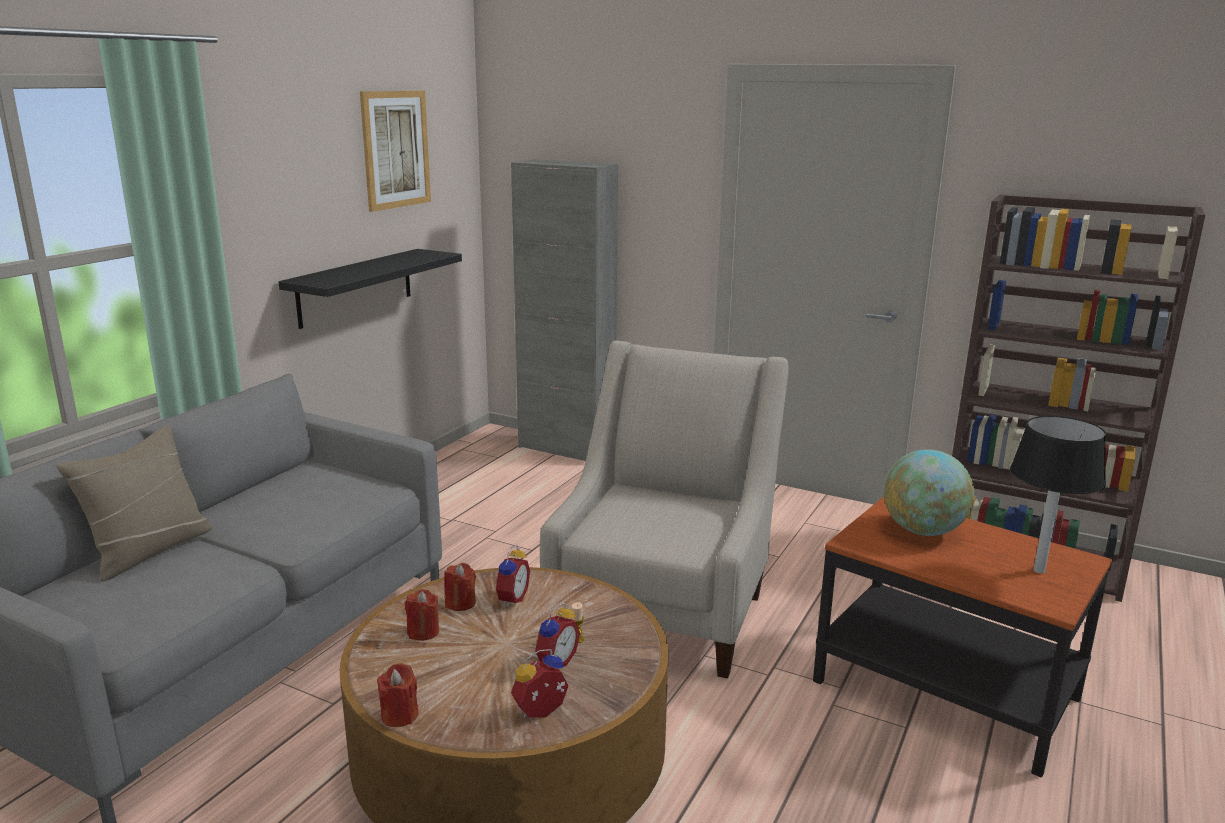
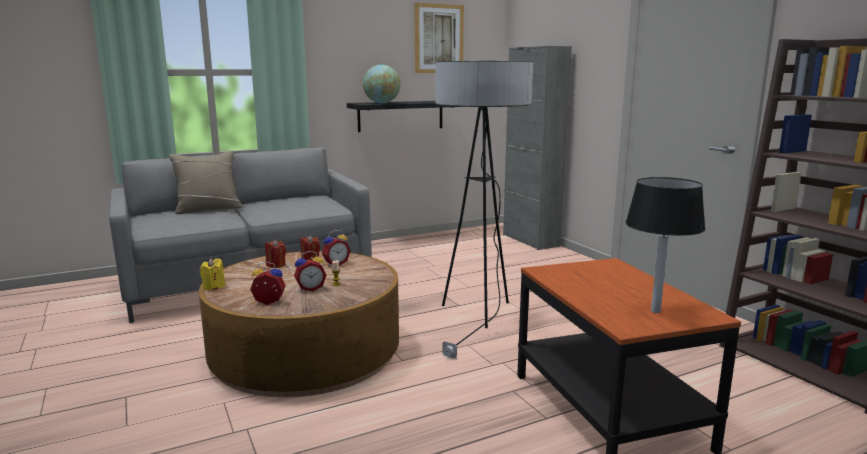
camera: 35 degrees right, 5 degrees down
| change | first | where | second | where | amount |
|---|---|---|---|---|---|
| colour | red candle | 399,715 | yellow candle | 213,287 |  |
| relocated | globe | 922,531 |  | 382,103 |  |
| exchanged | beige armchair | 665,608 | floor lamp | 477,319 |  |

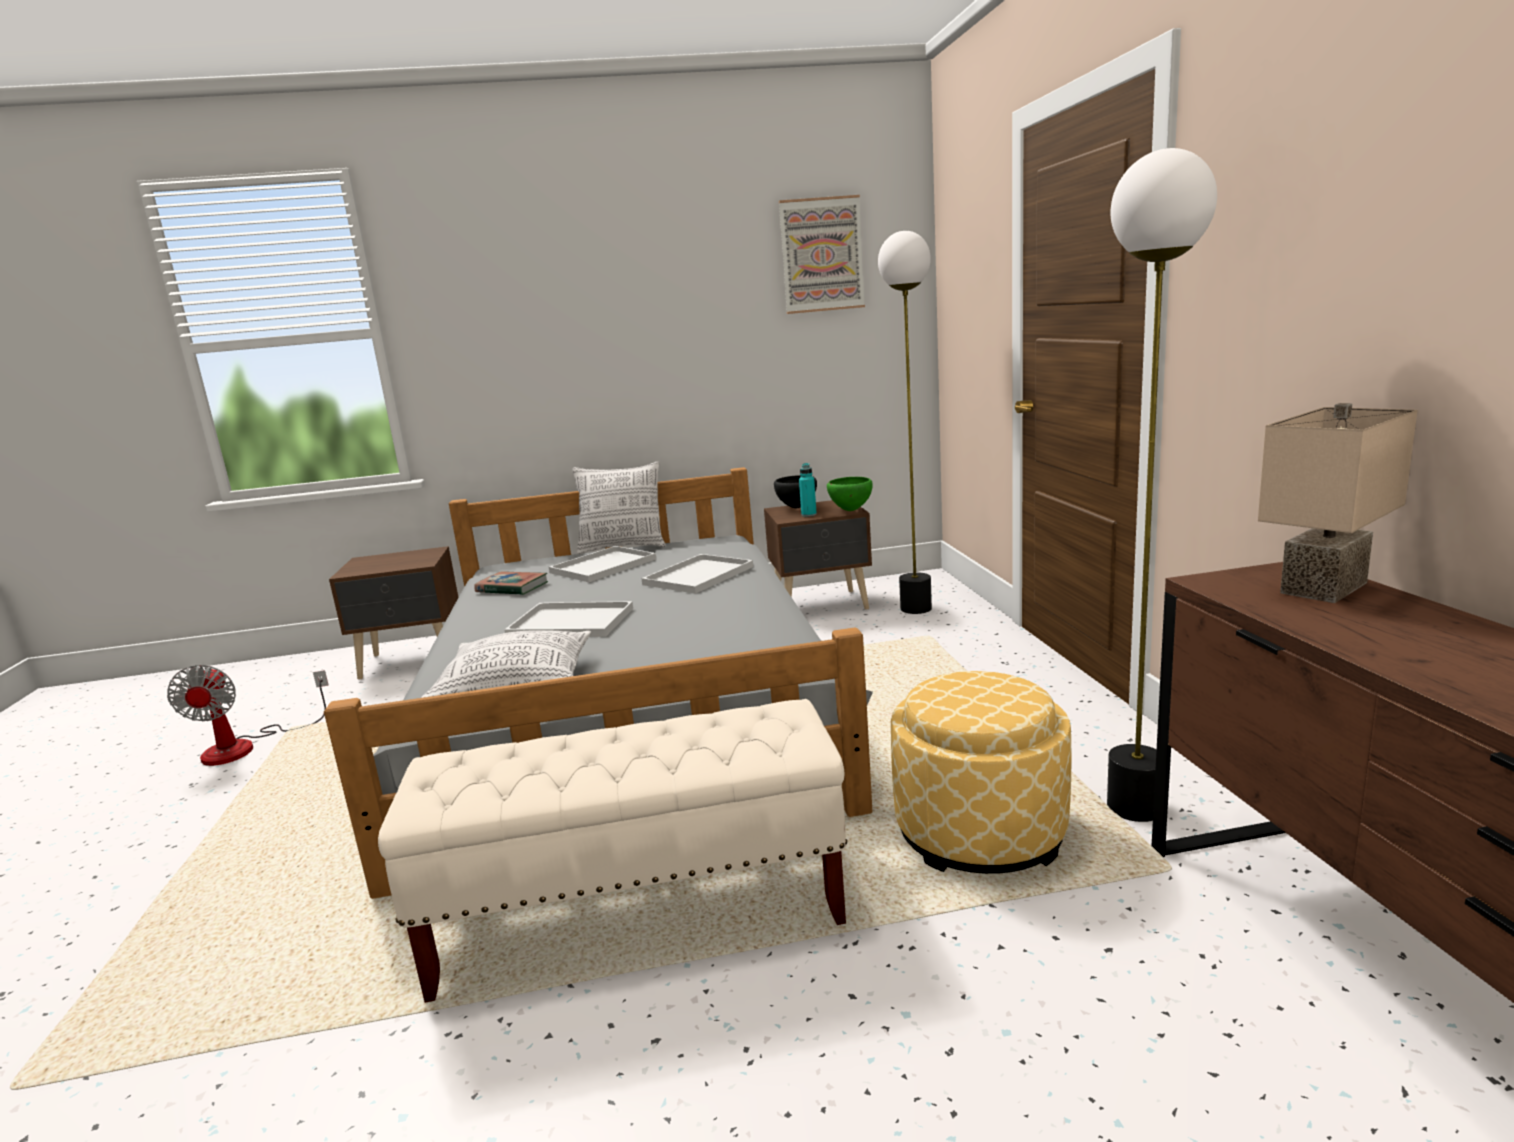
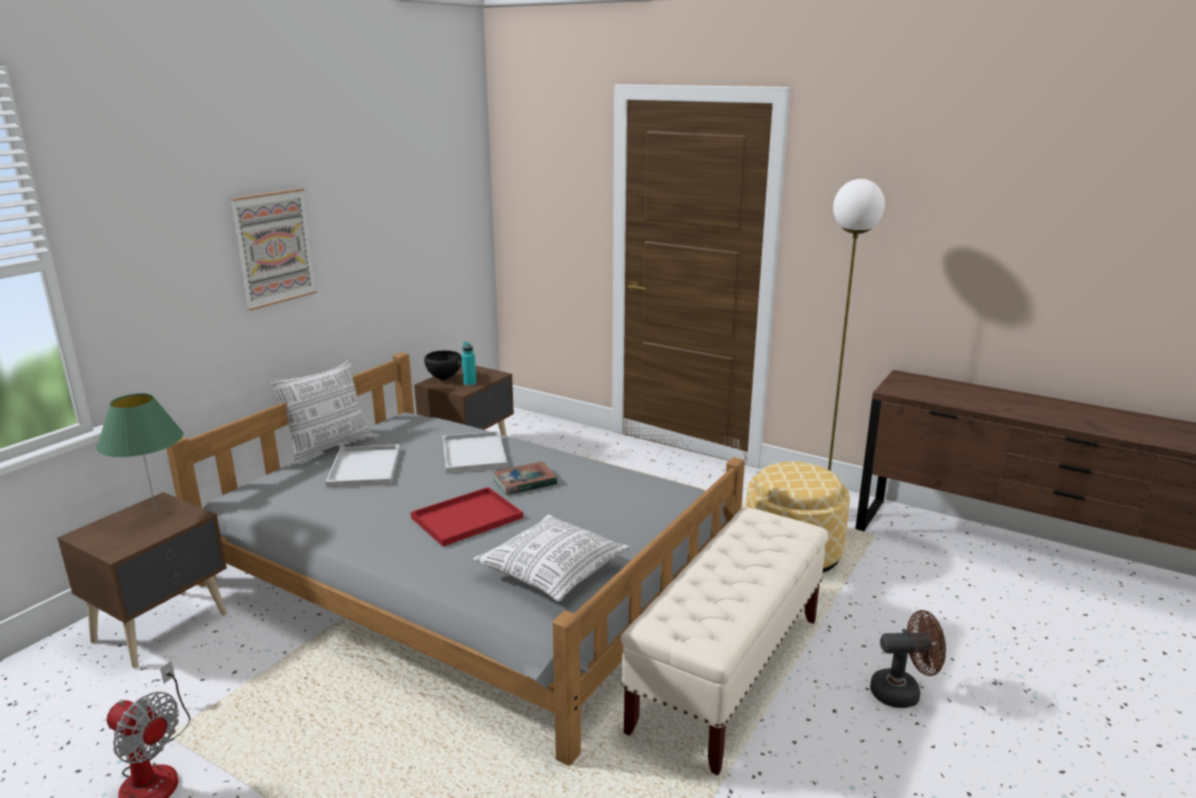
camera: 50 degrees left, 5 degrees up
| change | first | where | second | where | amount |
|---|---|---|---|---|---|
| appeared |  |  | green table lamp | 156,511 |  |
| relocated | picture | 822,255 |  | 273,248 |  |
| colour | white tray | 574,622 | red tray | 468,517 |  |
| relocated | book | 512,588 |  | 525,482 |  |
| appeared |  |  | brown fan | 902,692 |  |
| missing | green bowl | 850,510 |  |  |  |
| missing | floor lamp | 915,609 |  |  |  |
| missing | beige table lamp | 1319,587 |  |  |  |

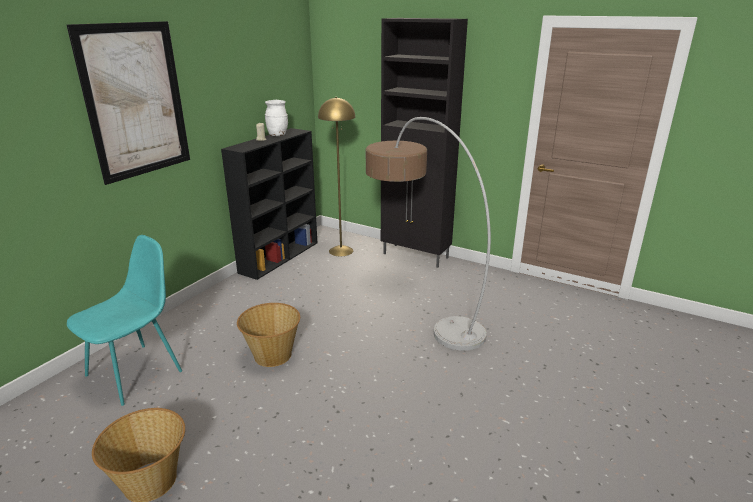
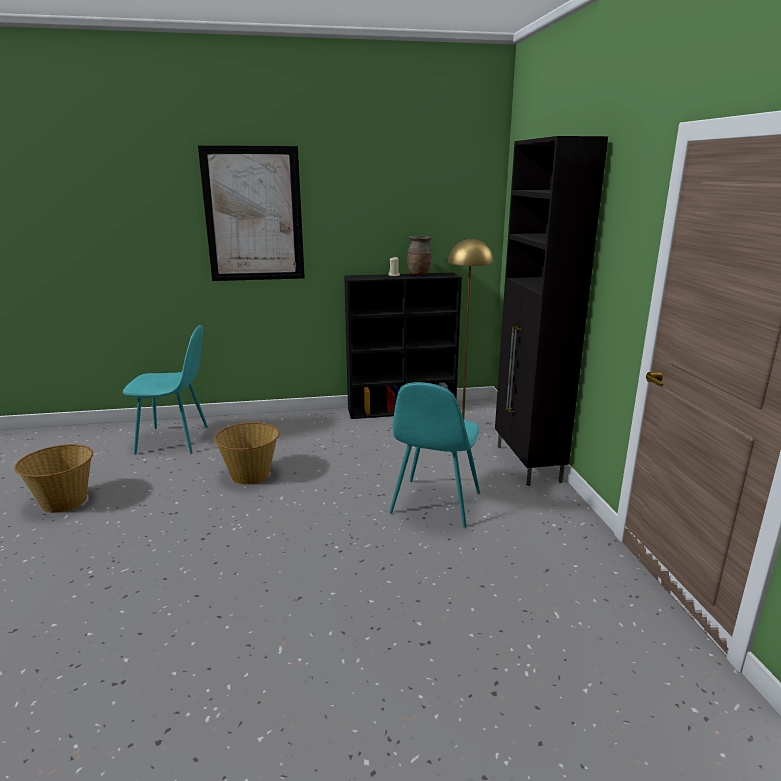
camera: 50 degrees right, 5 degrees down
| change | first | where | second | where | amount |
|---|---|---|---|---|---|
| exchanged | floor lamp | 418,302 | turquoise chair | 434,504 |  |
| colour | white vase | 278,135 | brown vase | 419,275 |  |

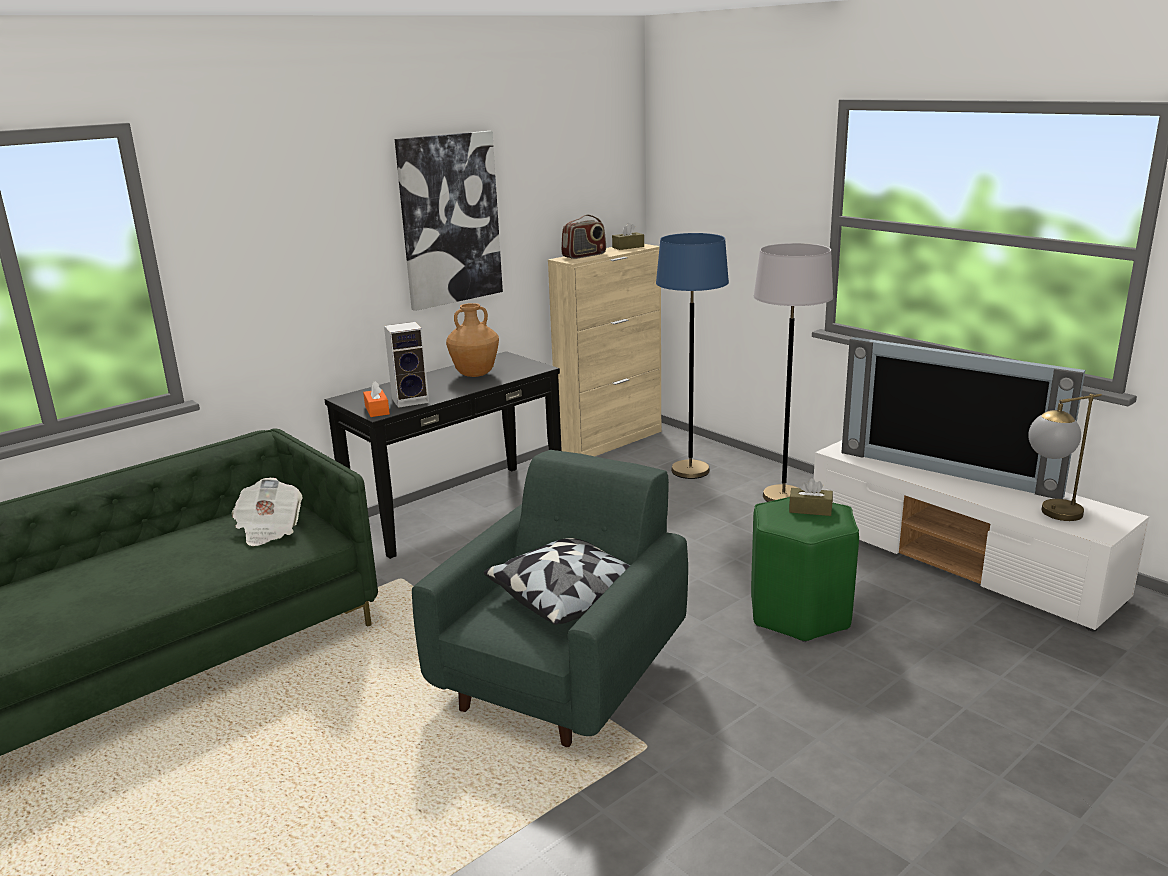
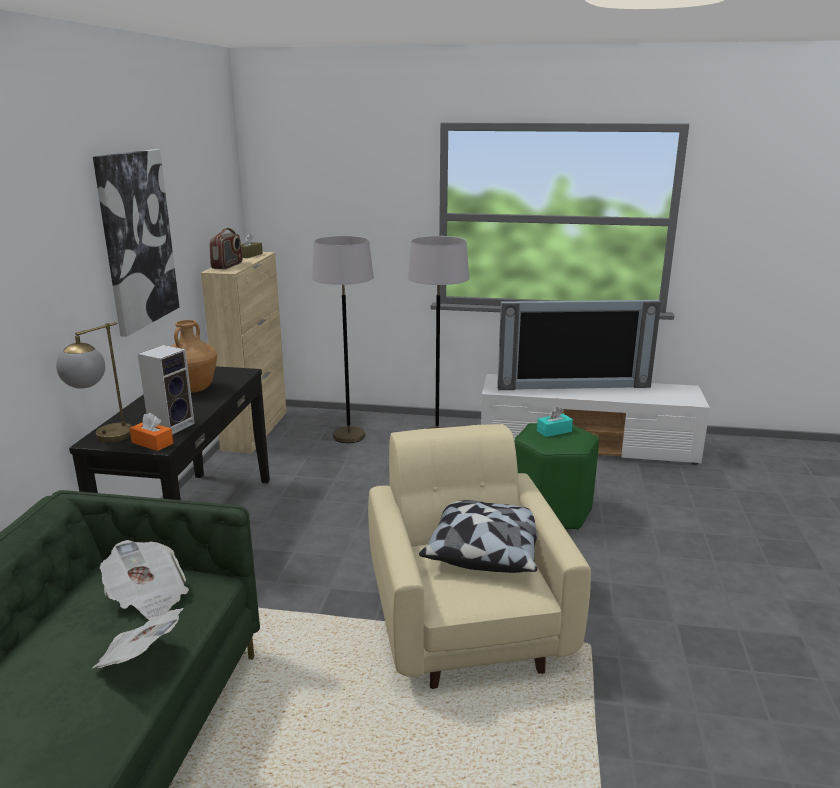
camera: 40 degrees left, 0 degrees up
| change | first | where | second | where | amount |
|---|---|---|---|---|---|
| relocated | table lamp | 1050,515 |  | 103,440 |  |
| appeared |  |  | newspaper | 141,657 |  |
| colour | blue floor lamp | 690,471 | grey floor lamp | 349,436 |  |
| colour | green armchair | 563,675 | beige armchair | 467,622 |  |
| colour | brown tissue box | 810,509 | turquoise tissue box | 554,431 |  |

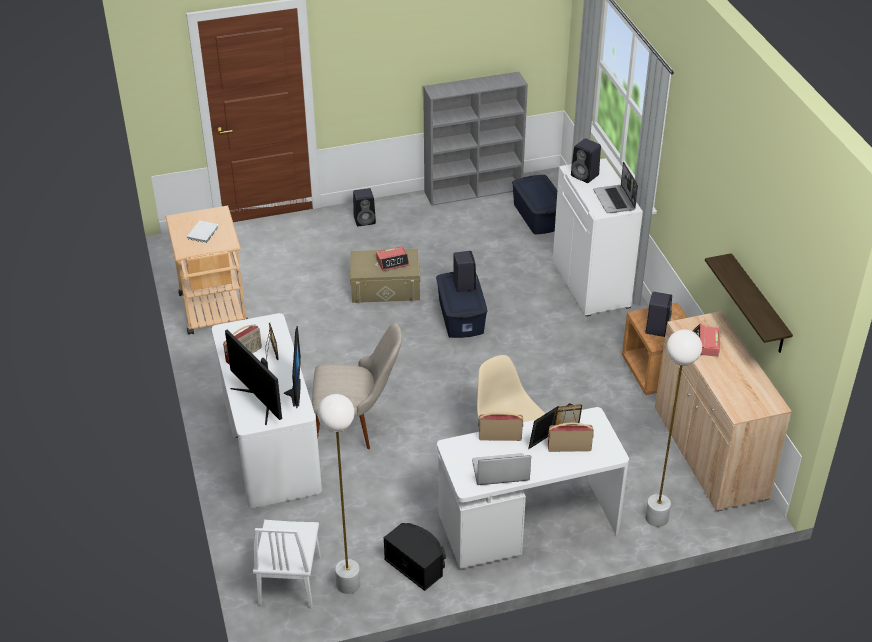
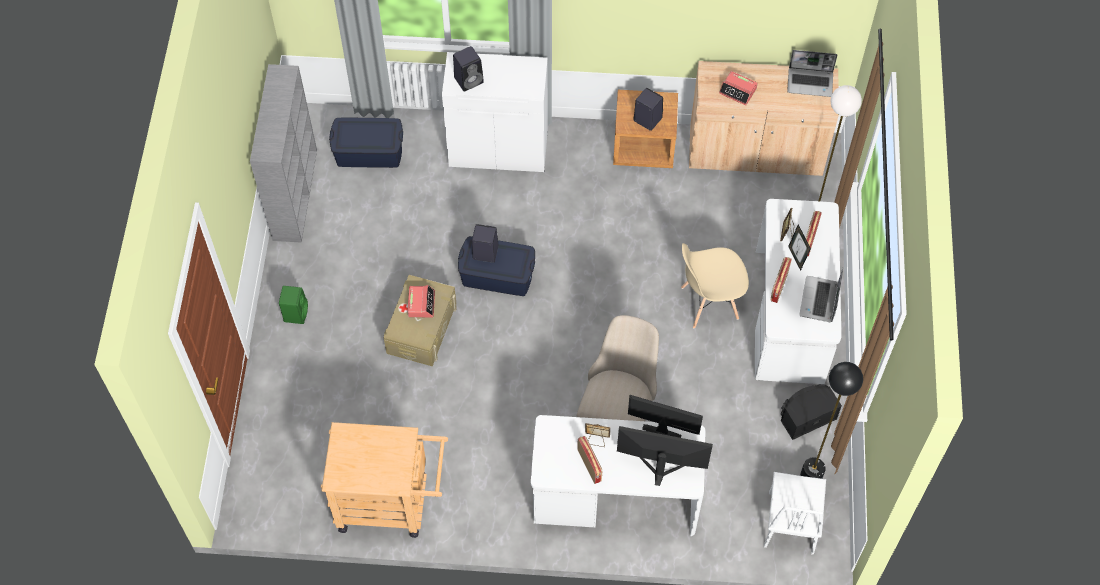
camera: 70 degrees left, 20 degrees up
| change | first | where | second | where | amount |
|---|---|---|---|---|---|
| colour | black speaker | 365,220 | green speaker | 295,312 |  |
| spun | monitor | 260,400 |  | 660,466 | 150 degrees counterclockwise |
| spun | white chair | 290,579 |  | 791,522 | 75 degrees clockwise |
| relocated | laptop | 615,200 |  | 810,82 |  |
| colour | white floor lamp | 348,584 | black floor lamp | 811,476 |  |
| missing | white book | 204,232 |  |  |  |
| missing | shelf | 758,305 |  |  |  |

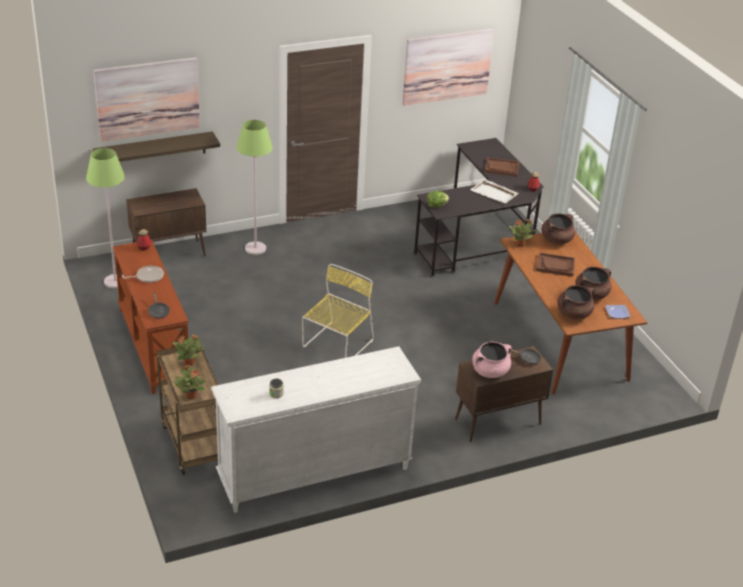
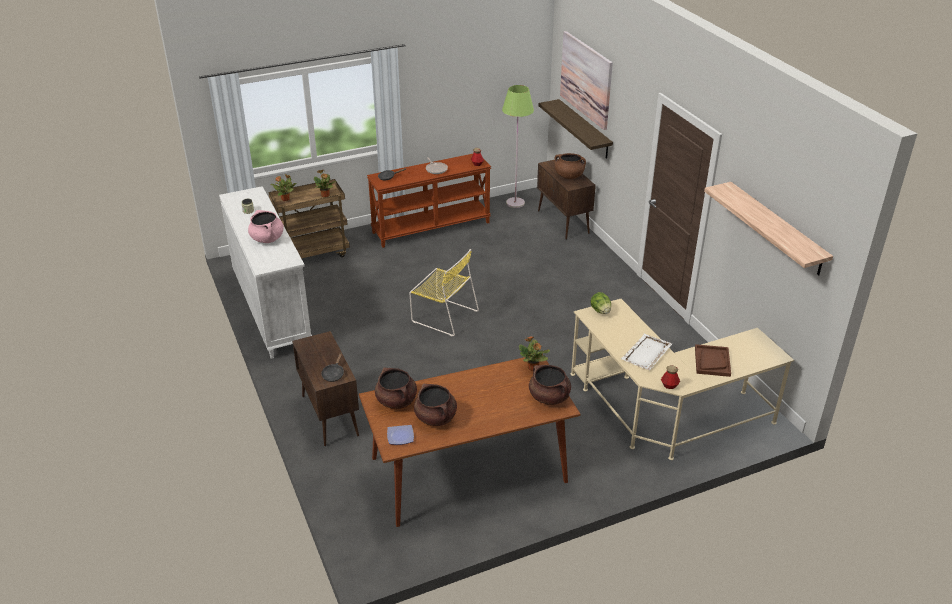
camera: 90 degrees right, 0 degrees up
| change | first | where | second | where | amount |
|---|---|---|---|---|---|
| relocated | pink cooking pot | 490,371 |  | 267,239 |  |
| appeared |  |  | brown cooking pot | 569,176 |  |
| colour | black desk | 480,238 | beige desk | 665,412 |  |
| exchanged | picture | 447,66 | shelf | 776,228 |  |
| missing | green floor lamp | 255,248 |  |  |  |
| missing | brown tray | 555,265 |  |  |  |

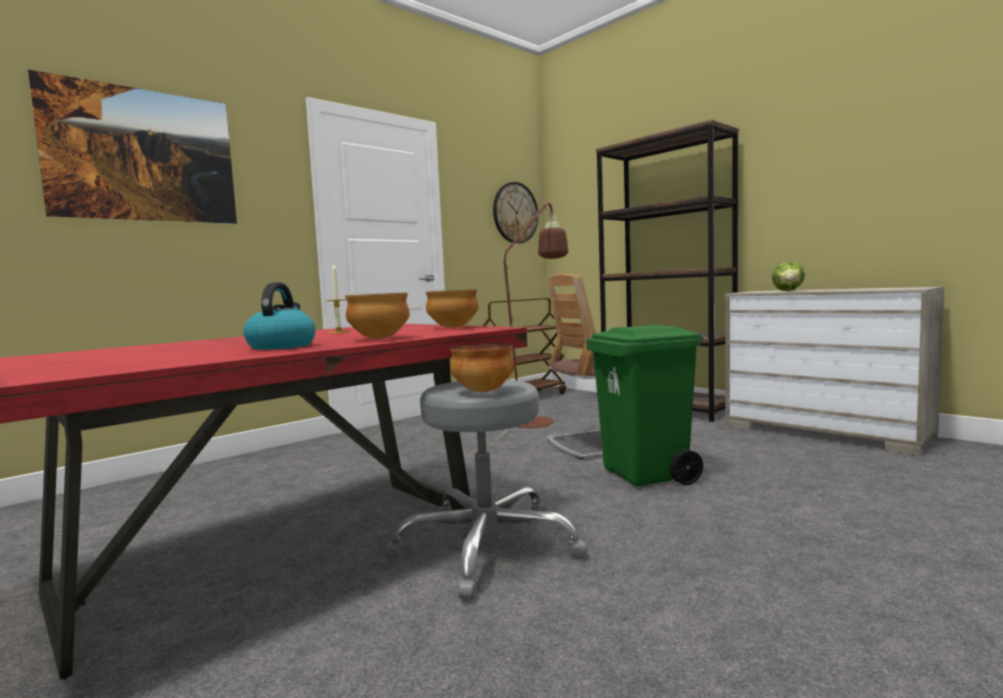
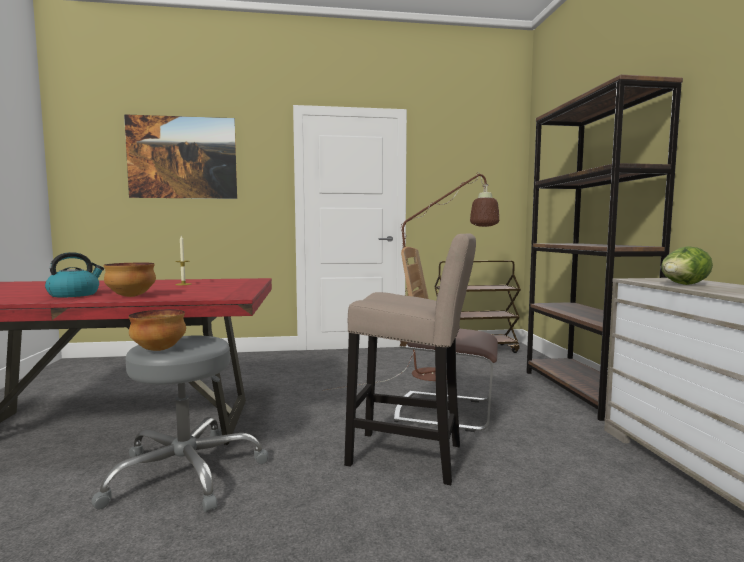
camera: 35 degrees right, 0 degrees up
| change | first | where | second | where | amount |
|---|---|---|---|---|---|
| exchanged | green trash can | 646,475 | beige stool | 412,457 |  |
| missing | bowl | 452,328 |  |  |  |
| missing | wall clock | 515,213 |  |  |  |

